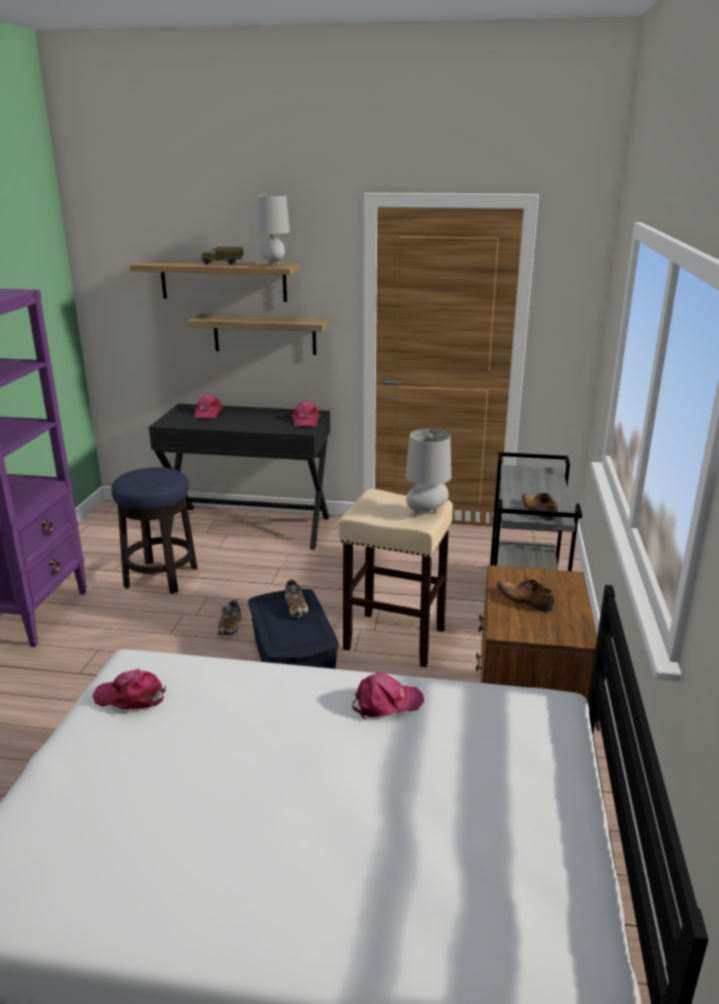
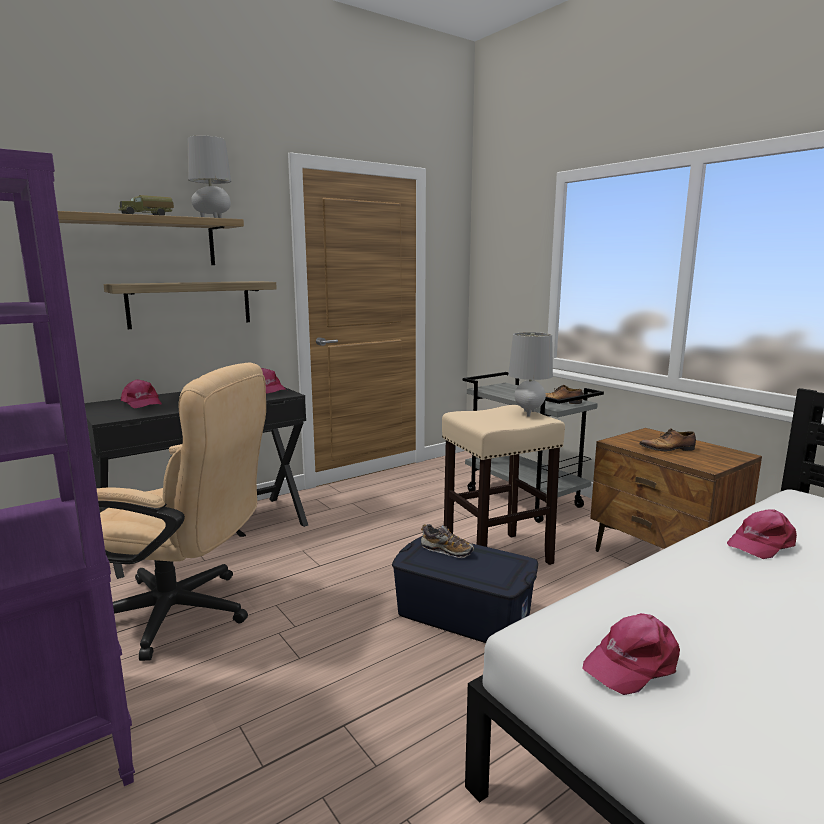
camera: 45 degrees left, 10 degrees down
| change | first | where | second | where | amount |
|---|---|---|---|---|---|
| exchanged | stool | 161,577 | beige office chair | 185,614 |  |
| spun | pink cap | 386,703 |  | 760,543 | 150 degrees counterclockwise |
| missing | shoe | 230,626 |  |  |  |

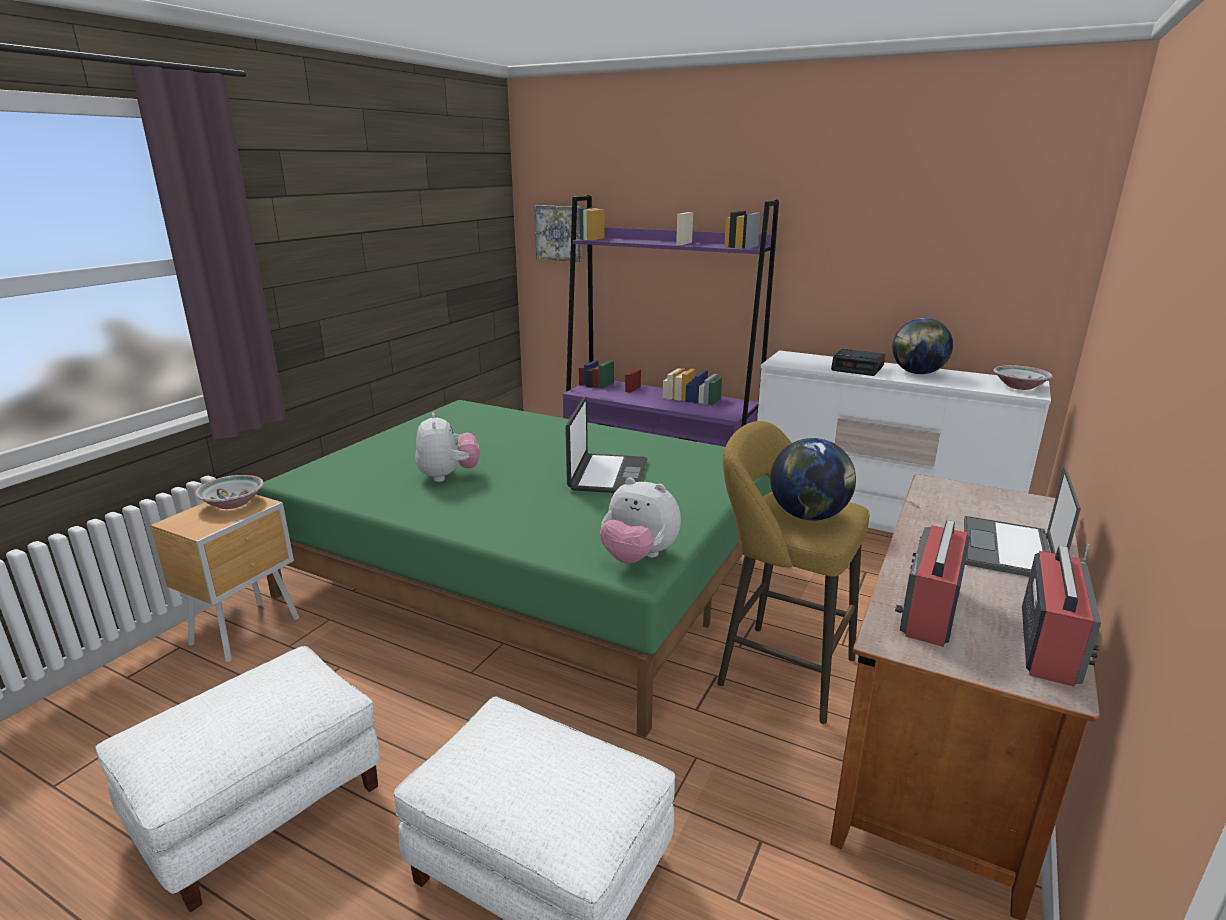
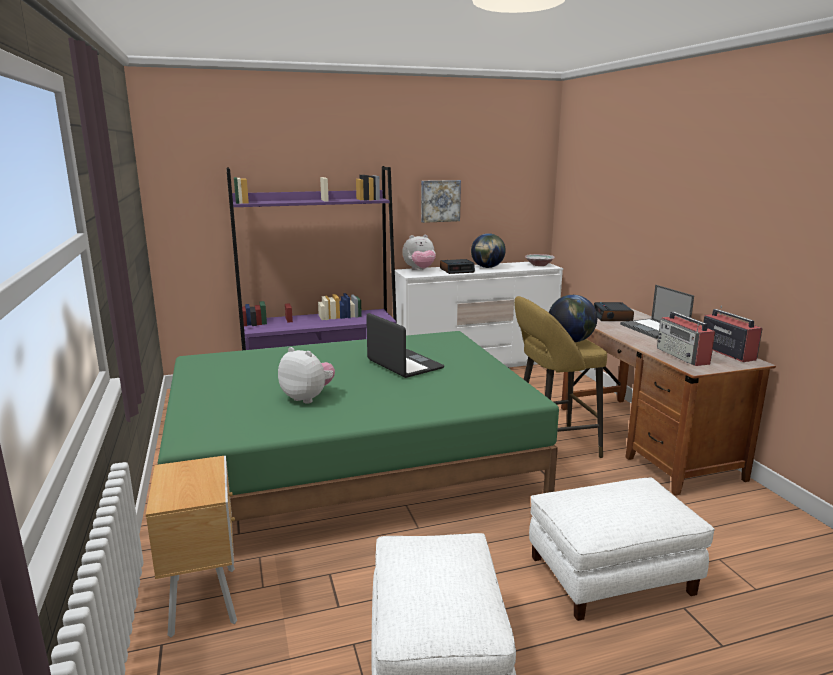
camera: 45 degrees left, 5 degrees down
| change | first | where | second | where | amount |
|---|---|---|---|---|---|
| relocated | plush toy | 638,557 |  | 419,270 |  |
| relocated | picture | 560,233 |  | 440,201 |  |
| appeared |  |  | alarm clock | 612,317 |  |
| missing | bowl | 233,503 |  |  |  |

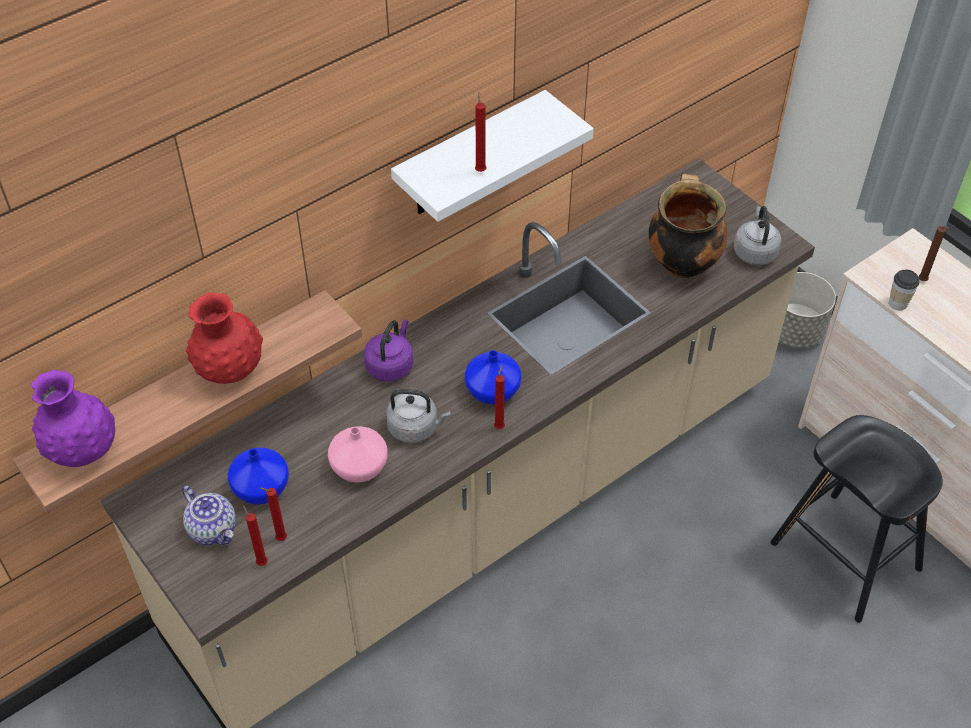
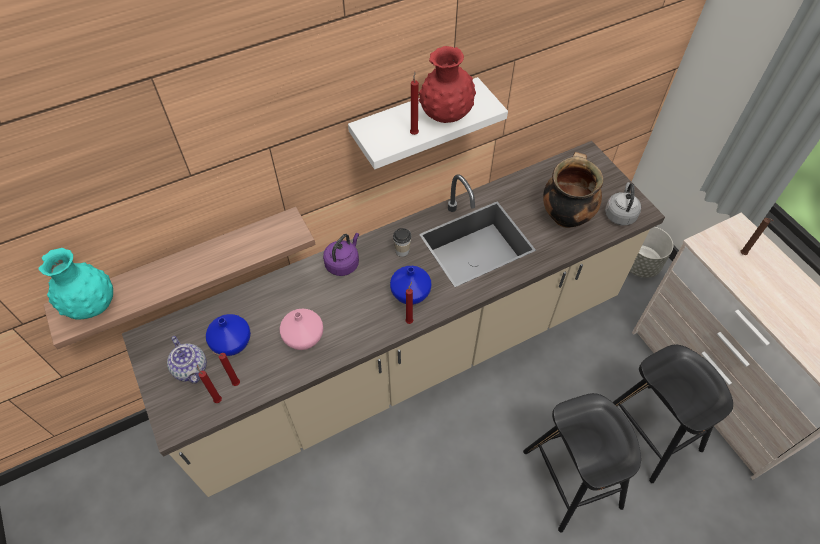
camera: 10 degrees right, 5 degrees up
| change | first | where | second | where | amount |
|---|---|---|---|---|---|
| colour | purple vase | 83,451 | turquoise vase | 92,306 |  |
| relocated | cup | 898,303 |  | 402,251 |  |
| relocated | red vase | 230,371 |  | 446,116 |  |
| appeared |  |  | black stool | 571,478 |  |
| missing | grey kettle | 415,428 |  |  |  |

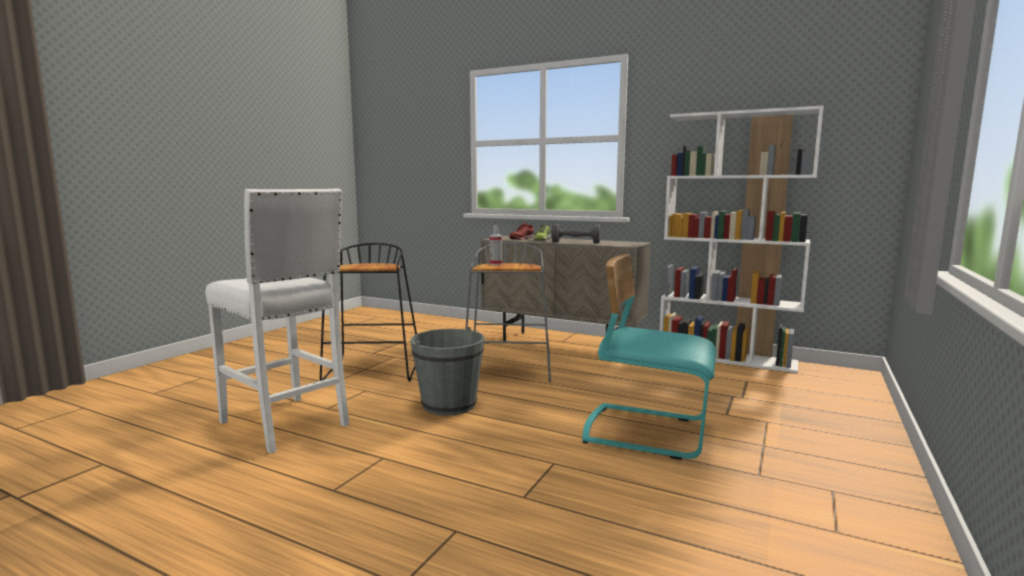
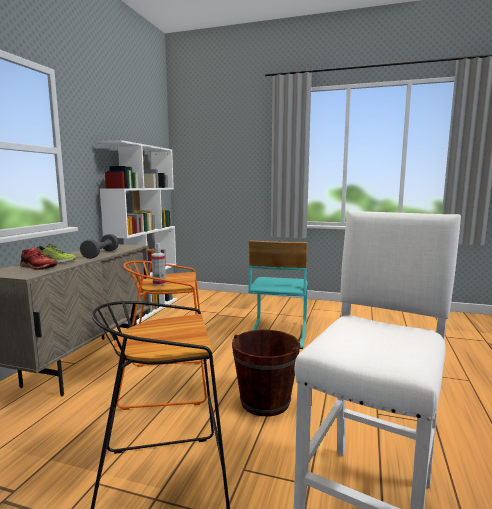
camera: 100 degrees left, 0 degrees up
| change | first | where | second | where | amount |
|---|---|---|---|---|---|
| colour | grey stool | 509,370 | orange stool | 168,382 |  |
| colour | grey bucket | 449,405 | brown bucket | 265,402 |  |

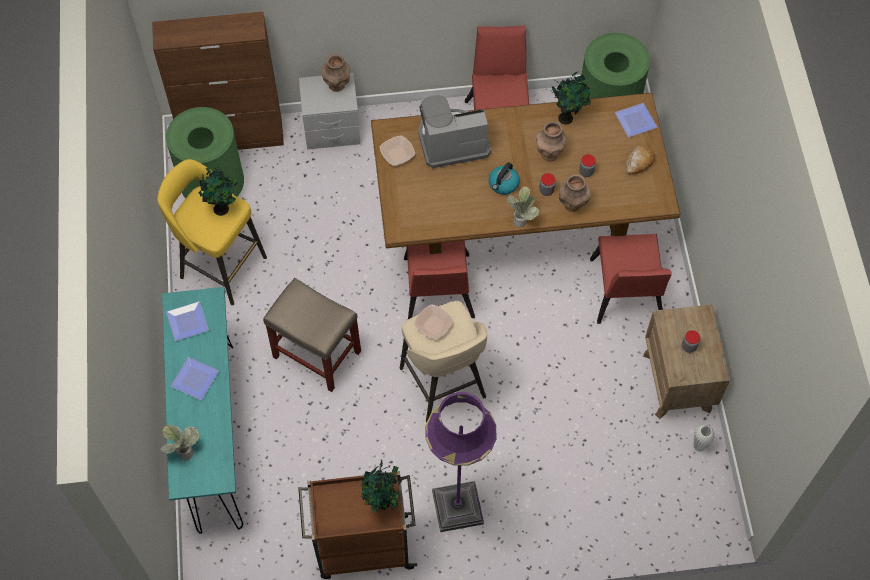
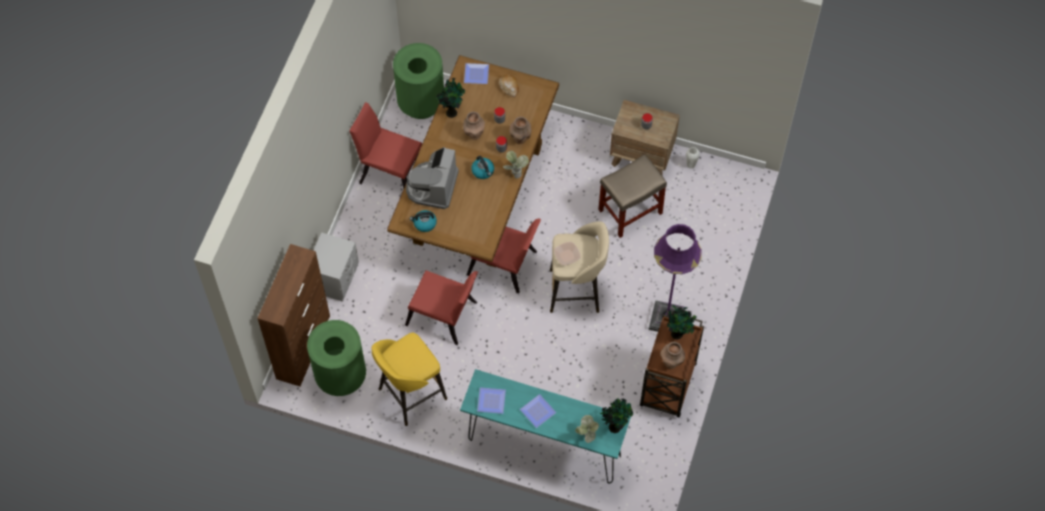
camera: 65 degrees left, 0 degrees up
| change | first | where | second | where | amount |
|---|---|---|---|---|---|
| relocated | red chair | 625,295 |  | 445,316 |  |
| exchanged | bowl | 397,154 | kettle | 424,223 |  |
| relocated | beige stool | 315,354 |  | 629,212 |  |
| relocated | potted plant | 222,209 |  | 615,426 |  |
| relocated | brown vase | 337,85 |  | 671,362 |  |

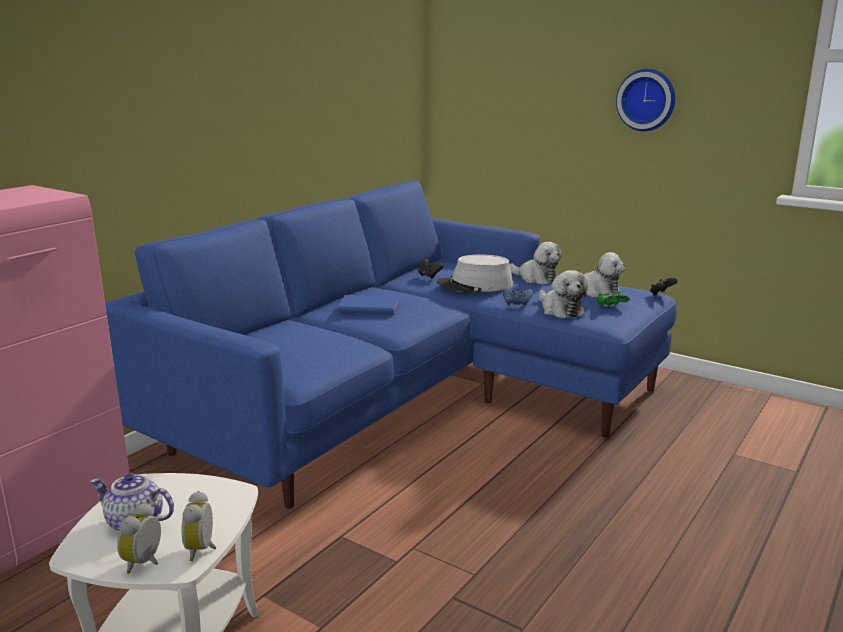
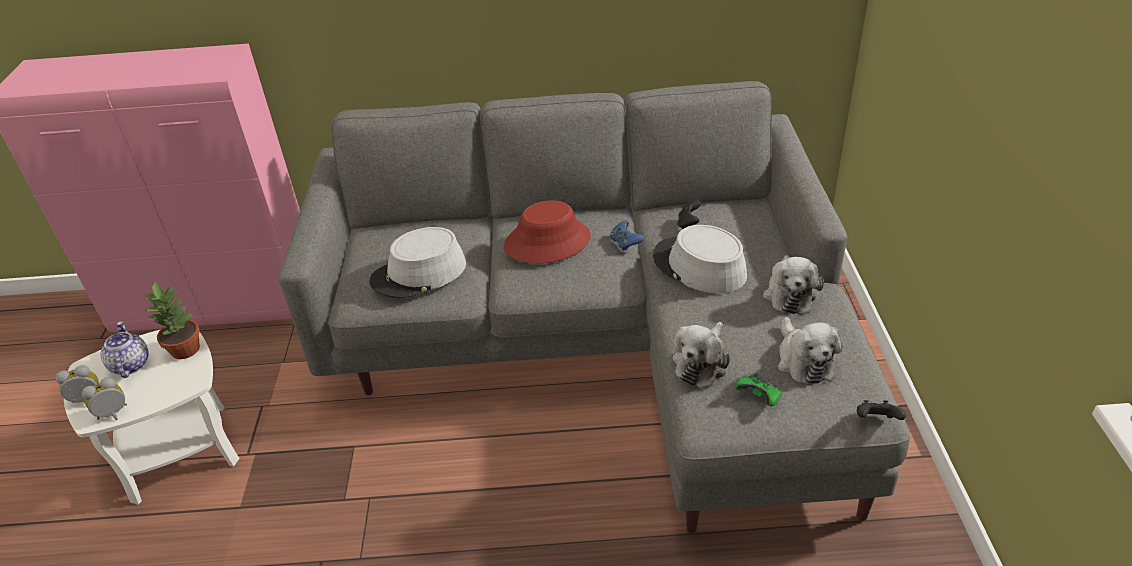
camera: 55 degrees right, 20 degrees up
| change | first | where | second | where | amount |
|---|---|---|---|---|---|
| appeared |  |  | potted plant | 186,349 |  |
| colour | blue sofa | 406,402 | grey sofa | 604,347 |  |
| appeared |  |  | grey hat | 419,274 |  |
| exchanged | blue book | 368,307 | red hat | 547,242 |  |
| relocated | blue game controller | 516,303 |  | 625,243 |  |
| missing | wall clock | 647,100 |  |  |  |

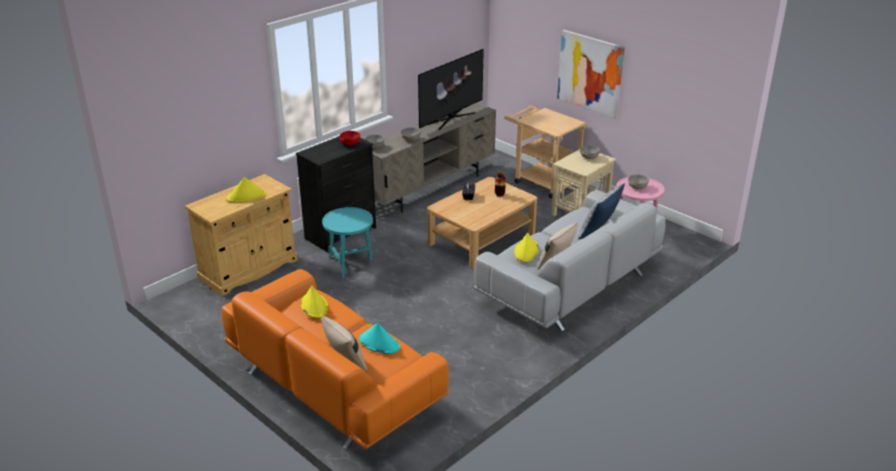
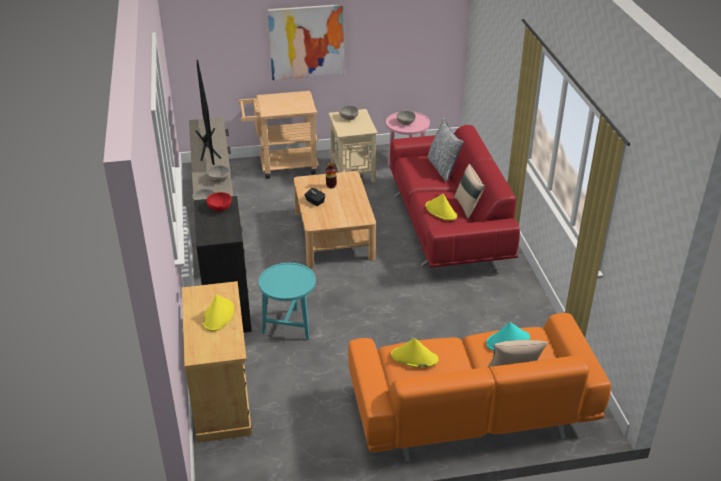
camera: 55 degrees left, 5 degrees up
| change | first | where | second | where | amount |
|---|---|---|---|---|---|
| colour | grey sofa | 569,285 | red sofa | 448,225 |  |

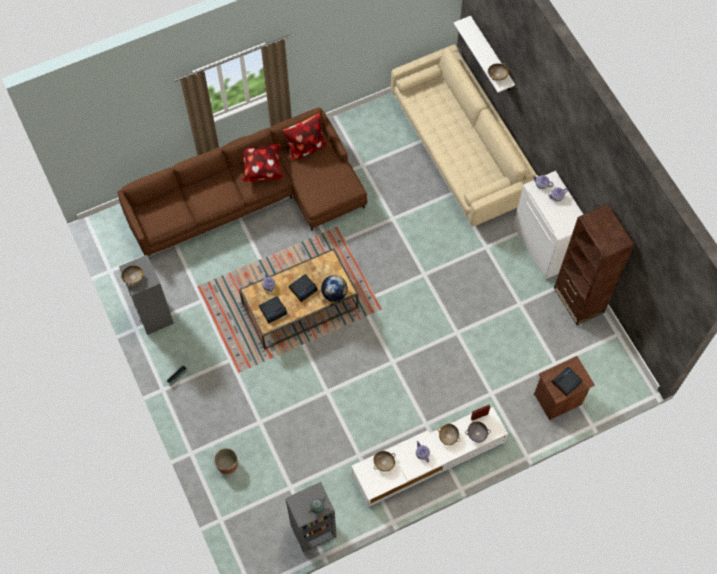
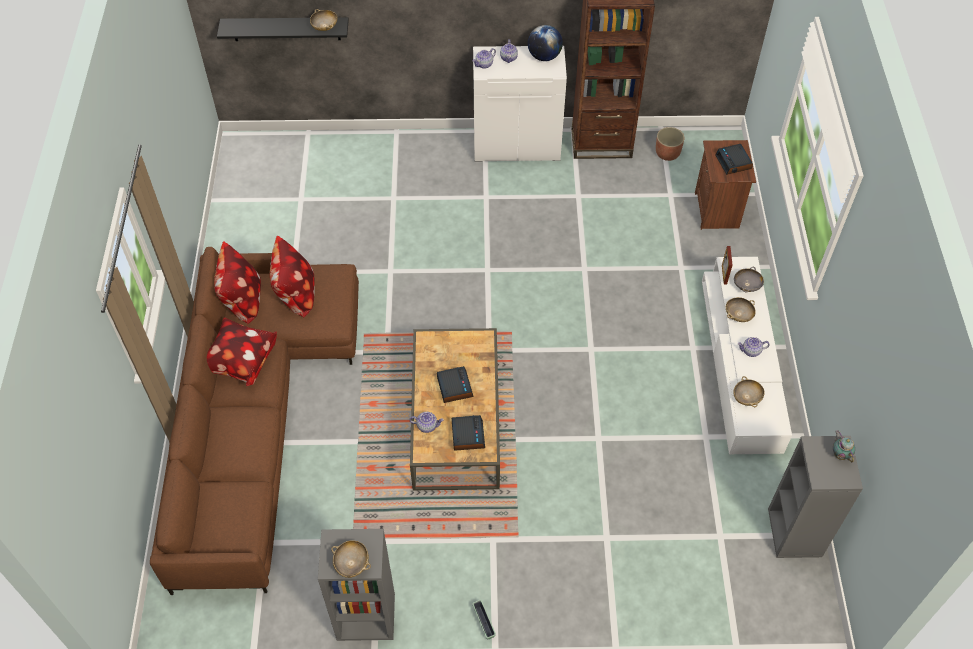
camera: 65 degrees left, 10 degrees down
| change | first | where | second | where | amount |
|---|---|---|---|---|---|
| colour | white shelf | 491,55 | black shelf | 286,29 |  |
| appeared |  |  | pillow | 296,295 |  |
| relocated | globe | 334,294 |  | 544,56 |  |
| relocated | planter | 227,465 |  | 667,153 |  |
| missing | beige sofa | 460,149 |  |  |  |

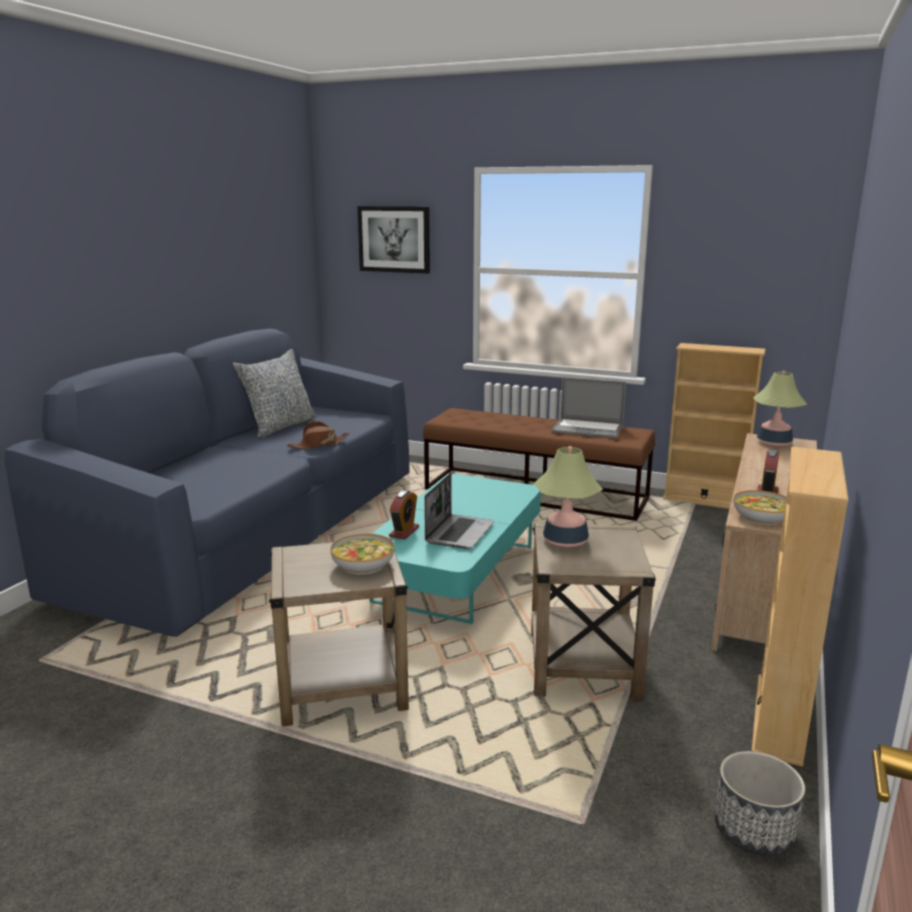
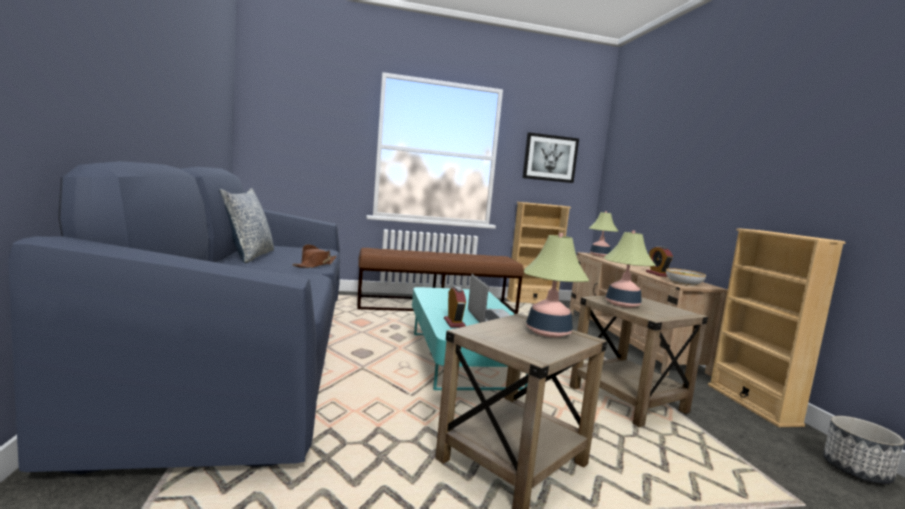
camera: 35 degrees left, 10 degrees down
| change | first | where | second | where | amount |
|---|---|---|---|---|---|
| relocated | picture | 394,239 |  | 550,158 |  |
| exchanged | bowl | 362,565 | table lamp | 548,332 |  |
| missing | laptop | 587,429 |  |  |  |

